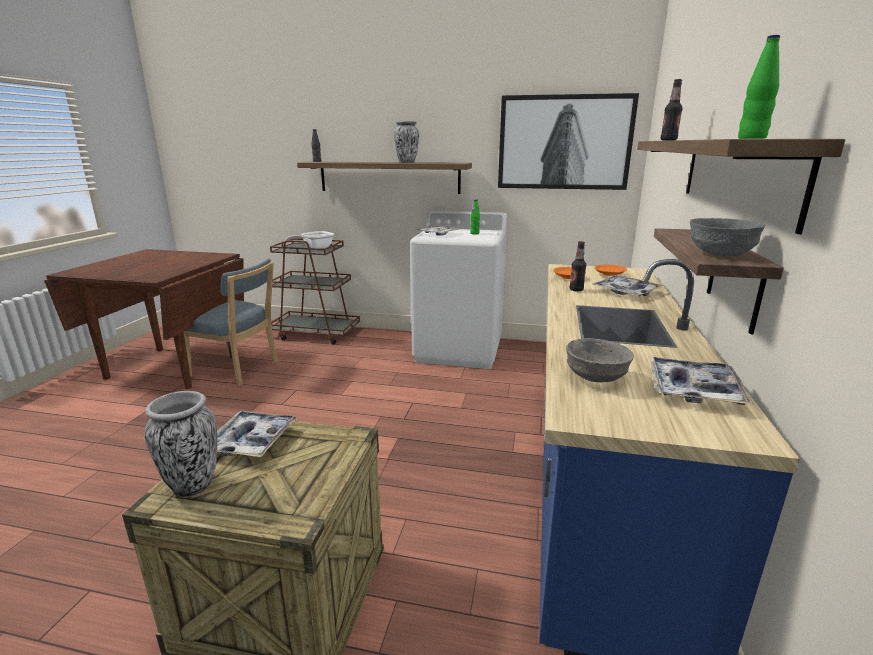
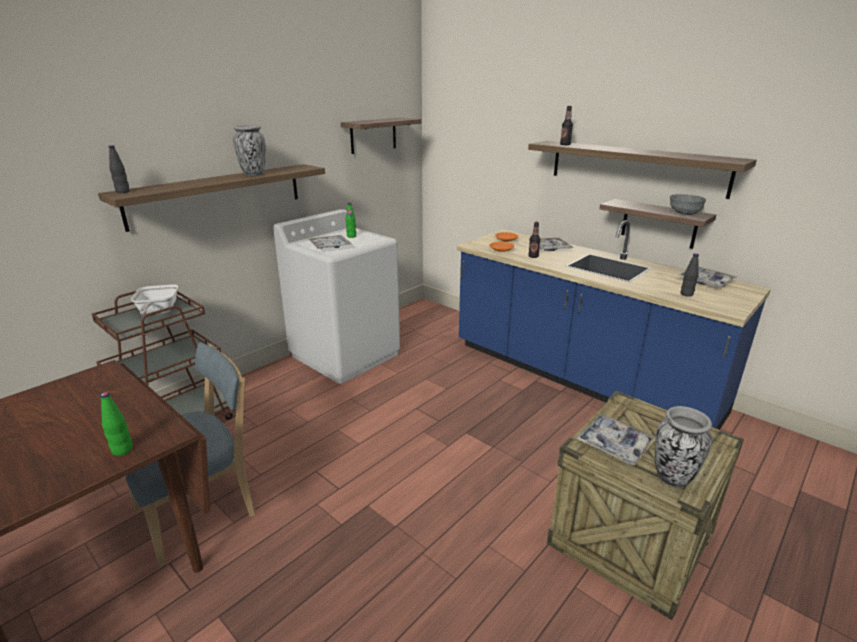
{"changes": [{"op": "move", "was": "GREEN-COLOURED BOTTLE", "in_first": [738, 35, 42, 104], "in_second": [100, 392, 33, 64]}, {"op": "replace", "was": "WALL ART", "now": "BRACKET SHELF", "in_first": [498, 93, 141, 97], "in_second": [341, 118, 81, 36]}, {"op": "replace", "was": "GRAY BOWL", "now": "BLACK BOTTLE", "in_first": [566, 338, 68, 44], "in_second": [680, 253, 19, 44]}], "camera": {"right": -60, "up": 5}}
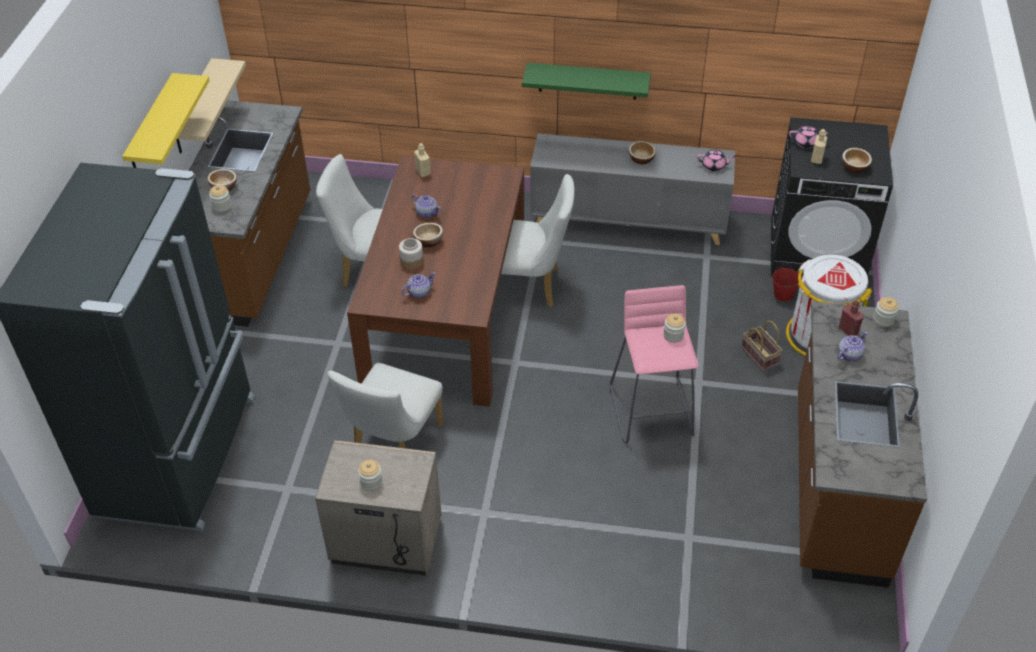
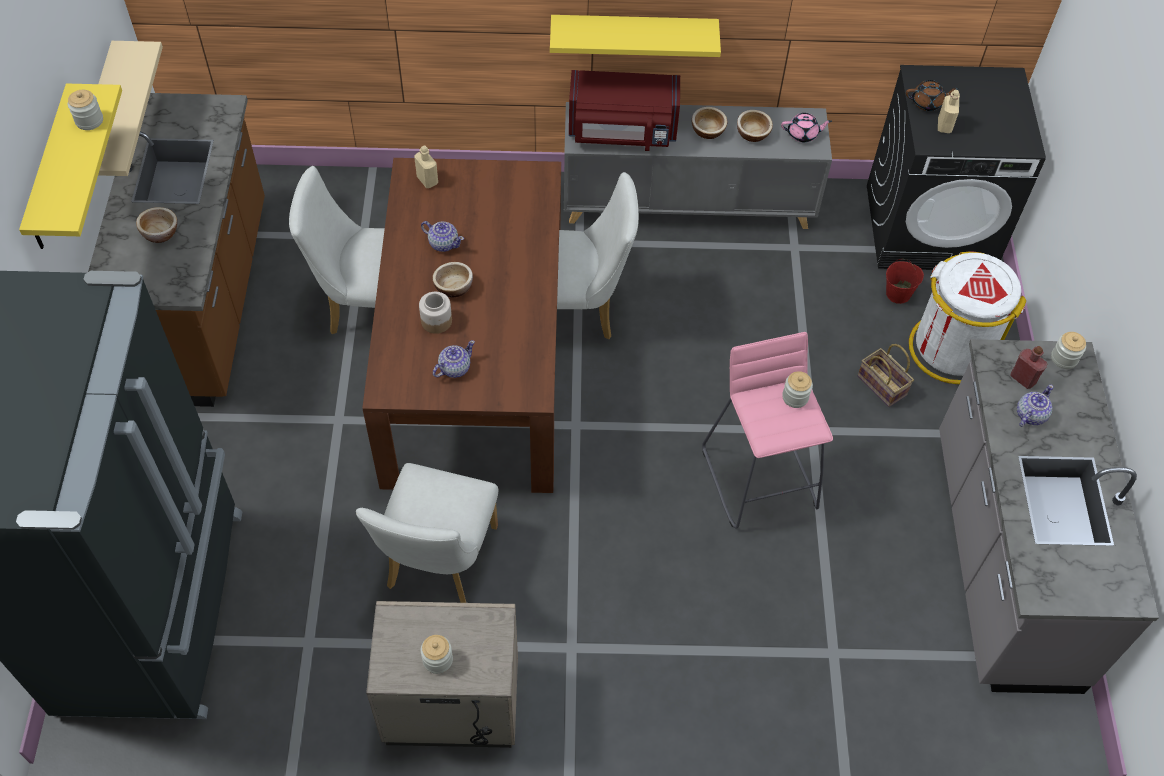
{"changes": [{"op": "insert", "now": "RED MICROWAVE OVEN", "in_second": [569, 70, 111, 81]}, {"op": "move", "was": "JAR", "in_first": [209, 185, 23, 27], "in_second": [68, 90, 35, 40]}, {"op": "move", "was": "BOWL", "in_first": [842, 148, 30, 25], "in_second": [737, 110, 36, 32]}, {"op": "recolor", "was": "GREEN-COLOURED BRACKET SHELF", "now": "YELLOW BRACKET SHELF", "in_first": [522, 63, 129, 37], "in_second": [550, 15, 171, 42]}, {"op": "recolor", "was": "PINK-COLOURED POT FOR TEA", "now": "BROWN POT FOR TEA", "in_first": [789, 126, 41, 22], "in_second": [906, 80, 53, 31]}, {"op": "recolor", "was": "BROWN COUNTER", "now": "GRAY COUNTER", "in_first": [798, 301, 129, 287], "in_second": [939, 339, 220, 355]}], "camera": {"right": -10, "up": 10}}
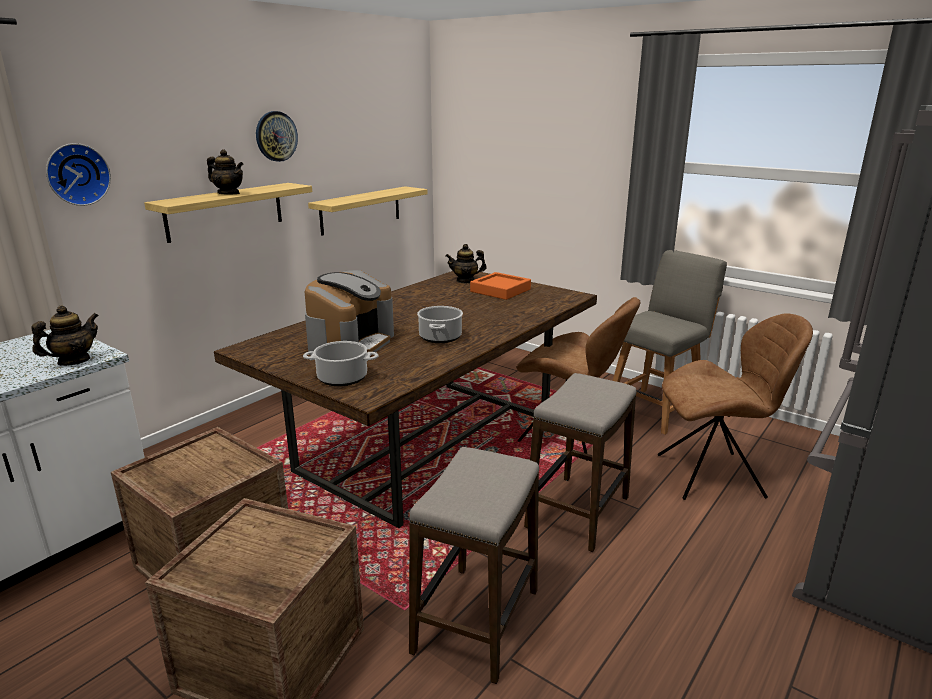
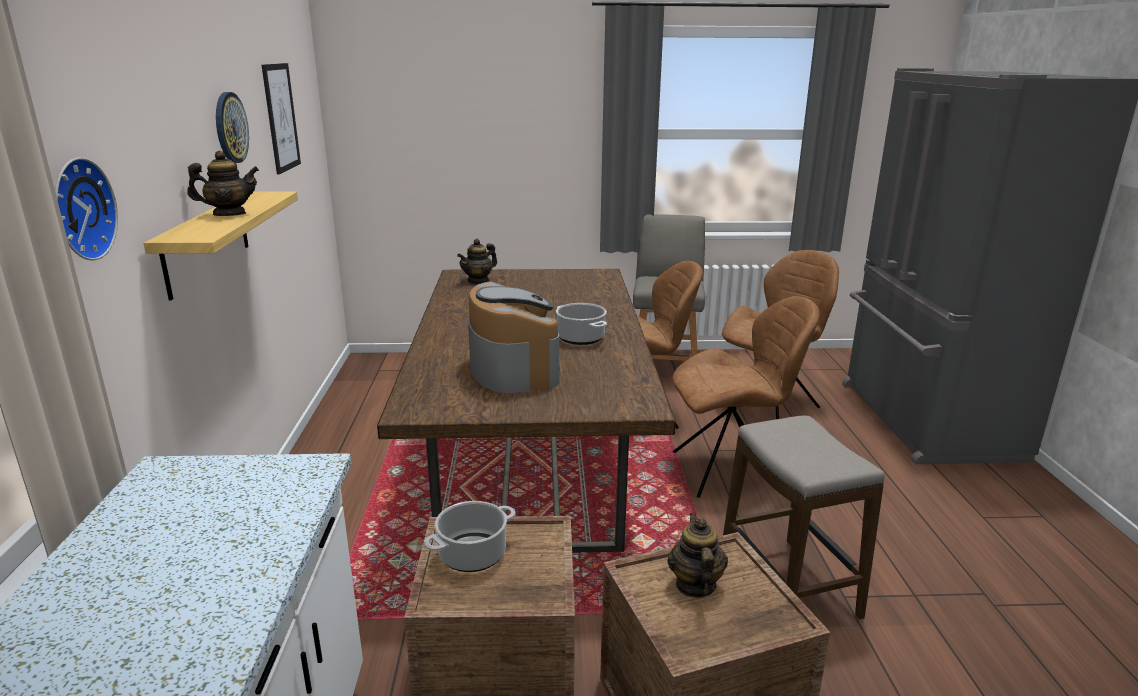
{"changes": [{"op": "delete", "was": "BRACKET SHELF", "in_first": [308, 186, 119, 50]}, {"op": "delete", "was": "ORANGE SERVING TRAY", "in_first": [470, 272, 61, 28]}, {"op": "insert", "now": "WALL ART", "in_second": [262, 63, 39, 112]}, {"op": "move", "was": "POT FOR TEA", "in_first": [31, 305, 68, 61], "in_second": [667, 513, 61, 85]}, {"op": "move", "was": "STOCKPOT", "in_first": [303, 341, 75, 45], "in_second": [424, 501, 92, 71]}, {"op": "replace", "was": "STOOL SEAT", "now": "BROWN UPRIGHT CHAIR", "in_first": [524, 373, 113, 179], "in_second": [672, 296, 148, 202]}], "camera": {"right": -40, "up": 0}}
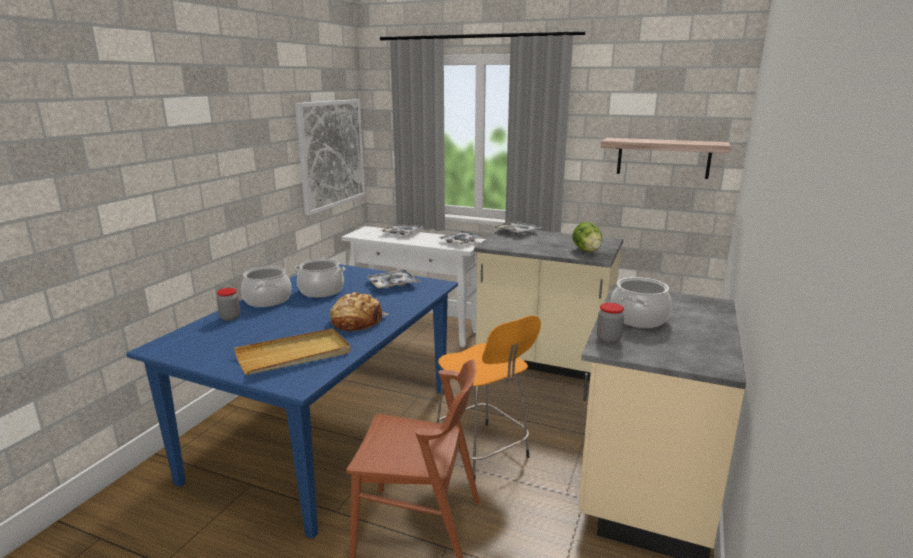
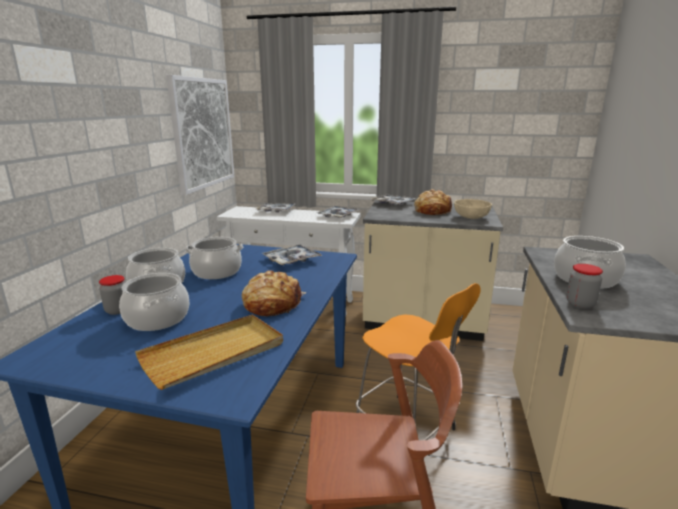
{"changes": [{"op": "delete", "was": "BRACKET SHELF", "in_first": [601, 138, 130, 41]}, {"op": "insert", "now": "STOCKPOT", "in_second": [119, 273, 71, 58]}, {"op": "insert", "now": "BAKED BREAD", "in_second": [414, 189, 39, 26]}, {"op": "replace", "was": "HEAD OF LETTUCE", "now": "BEIGE-COLOURED BOWL", "in_first": [572, 221, 30, 31], "in_second": [454, 199, 38, 20]}], "camera": {"right": -10, "up": 0}}
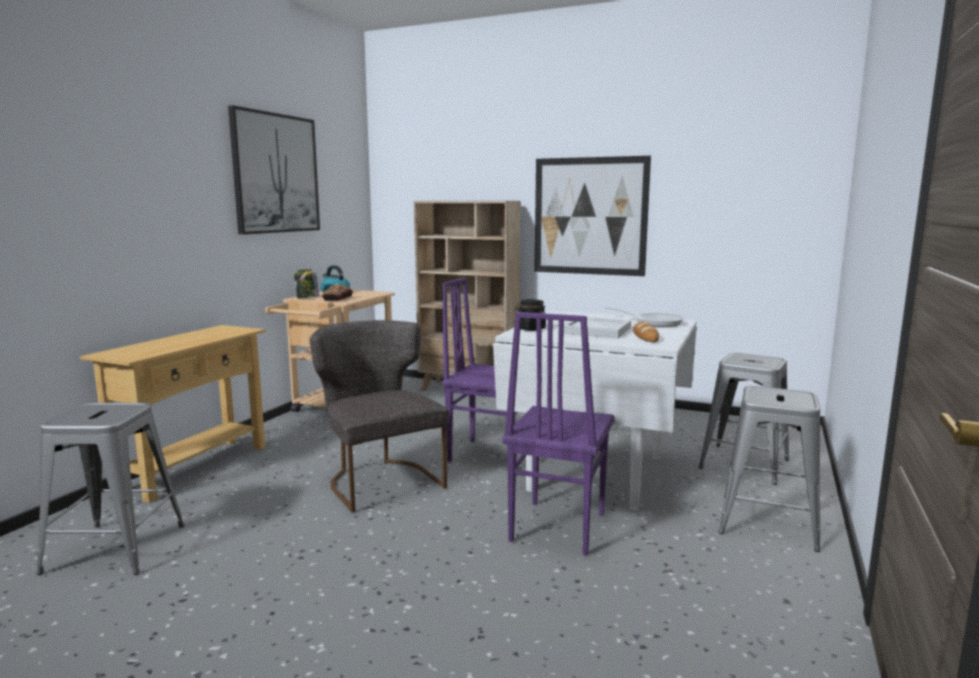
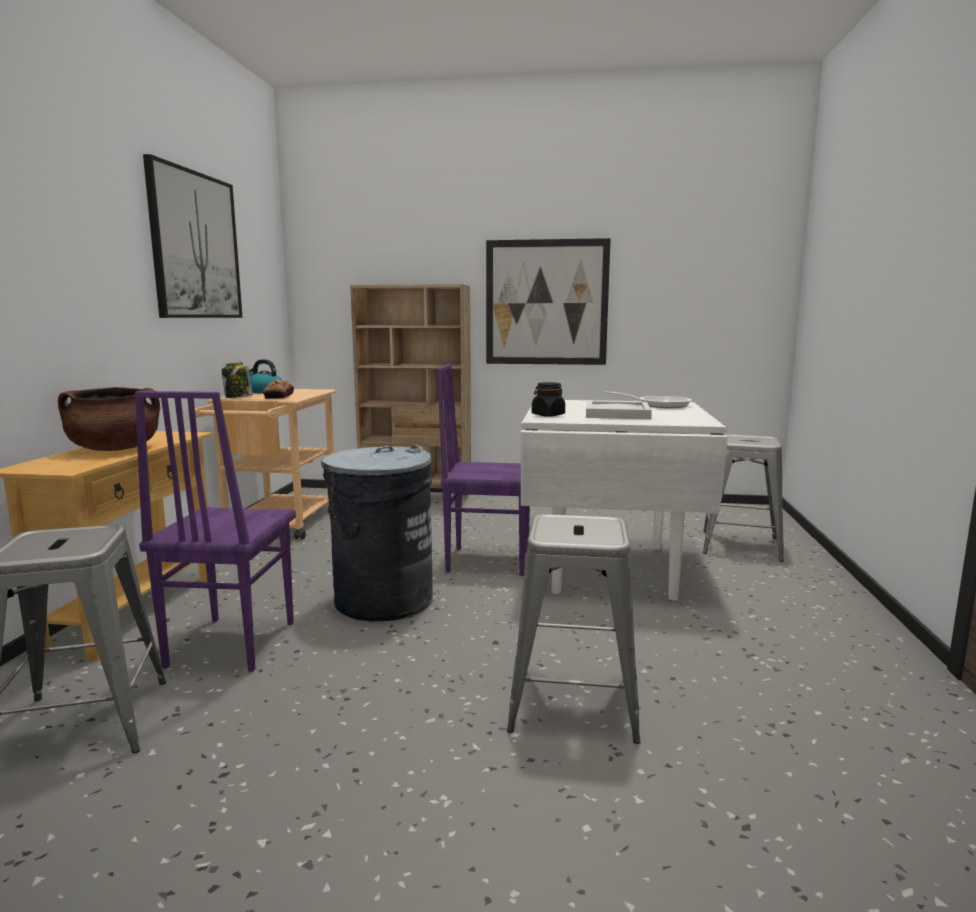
{"changes": [{"op": "delete", "was": "BAKED BREAD", "in_first": [633, 322, 26, 20]}, {"op": "insert", "now": "BROWN STOCKPOT", "in_second": [58, 387, 102, 64]}, {"op": "move", "was": "PURPLE-COLOURED UPRIGHT CHAIR", "in_first": [502, 312, 113, 244], "in_second": [135, 391, 161, 281]}, {"op": "move", "was": "GRAY STOOL SEAT", "in_first": [719, 386, 101, 166], "in_second": [507, 514, 134, 230]}, {"op": "replace", "was": "GRAY UPRIGHT CHAIR", "now": "GRAY TRASH CAN", "in_first": [310, 320, 139, 193], "in_second": [321, 445, 112, 177]}], "camera": {"right": -15, "up": 0}}
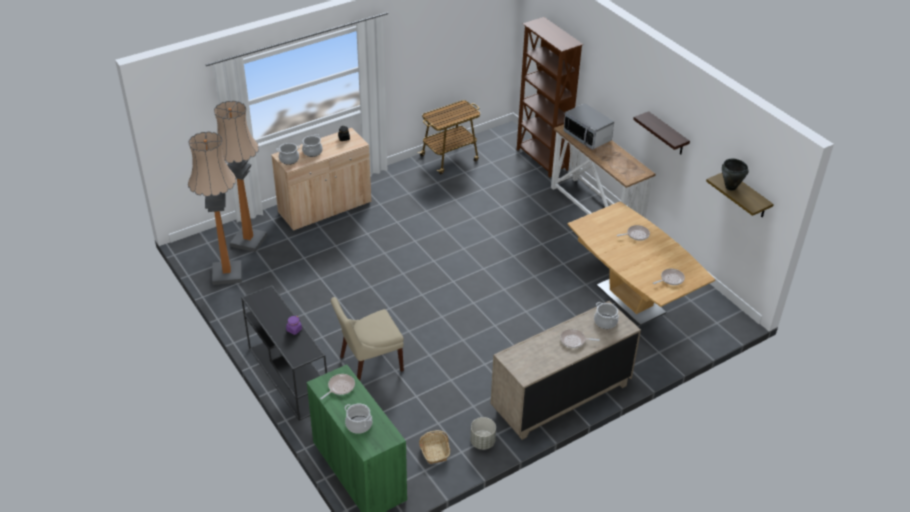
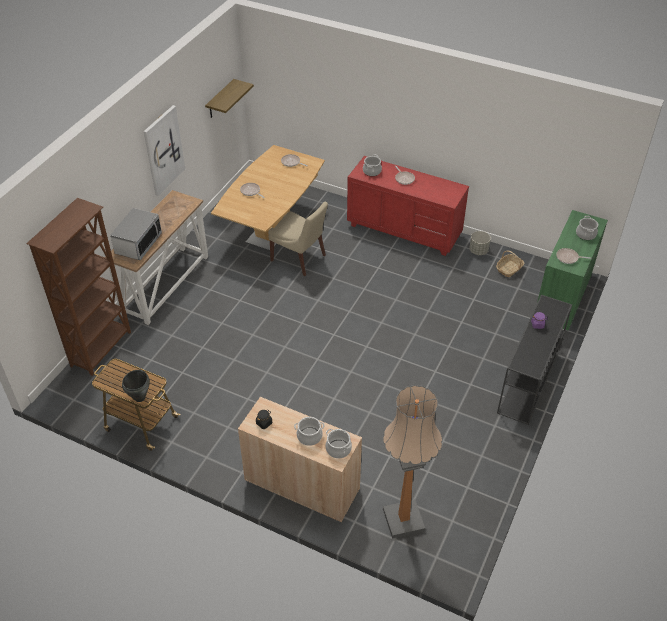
{"changes": [{"op": "delete", "was": "FLOOR LAMP", "in_first": [188, 131, 54, 154]}, {"op": "move", "was": "BEIGE-COLOURED UPRIGHT CHAIR", "in_first": [331, 297, 73, 84], "in_second": [268, 201, 60, 75]}, {"op": "move", "was": "BLACK STOCKPOT", "in_first": [722, 159, 27, 32], "in_second": [122, 370, 28, 32]}, {"op": "replace", "was": "BRACKET SHELF", "now": "WALL ART", "in_first": [633, 111, 57, 43], "in_second": [144, 105, 41, 91]}, {"op": "recolor", "was": "BEIGE-COLOURED CHEST OF DRAWERS", "now": "RED CHEST OF DRAWERS", "in_first": [491, 301, 150, 139], "in_second": [347, 156, 122, 100]}], "camera": {"right": -120, "up": 5}}
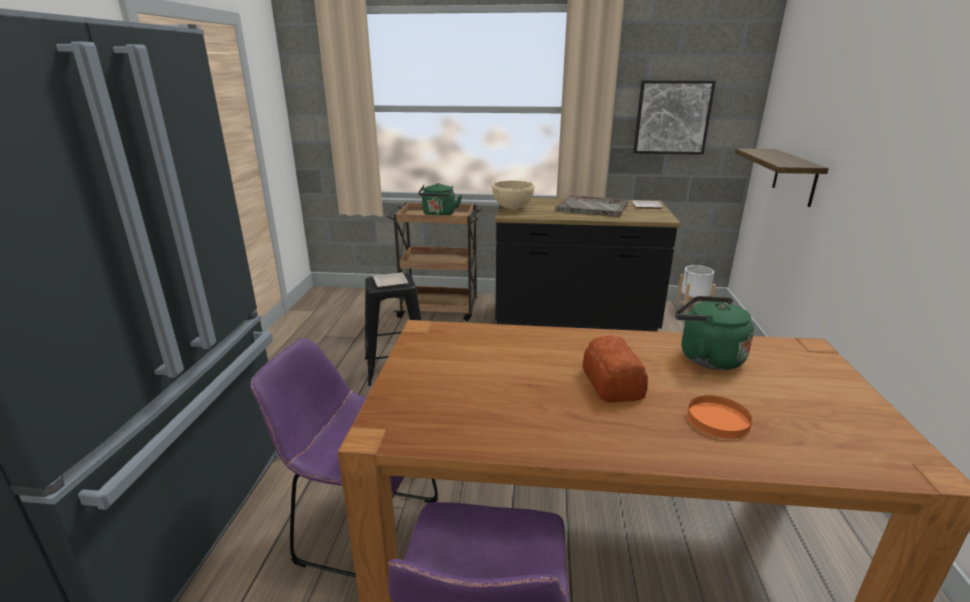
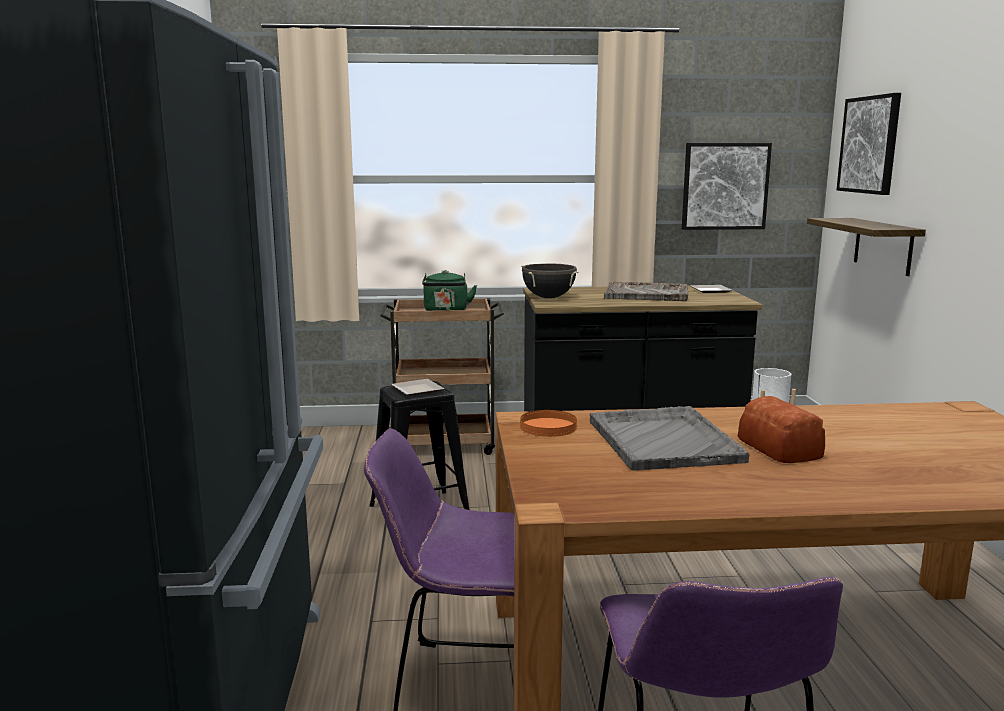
{"changes": [{"op": "delete", "was": "GREEN-COLOURED WATER KETTLE", "in_first": [675, 296, 79, 74]}, {"op": "insert", "now": "GRAY SERVING TRAY", "in_second": [590, 406, 160, 65]}, {"op": "insert", "now": "WALL ART", "in_second": [837, 93, 64, 102]}, {"op": "move", "was": "ORANGE PLATE", "in_first": [687, 395, 65, 44], "in_second": [520, 410, 57, 27]}, {"op": "recolor", "was": "BEIGE-COLOURED STOCKPOT", "now": "BLACK STOCKPOT", "in_first": [492, 180, 43, 29], "in_second": [521, 263, 58, 35]}], "camera": {"right": -10, "up": -10}}
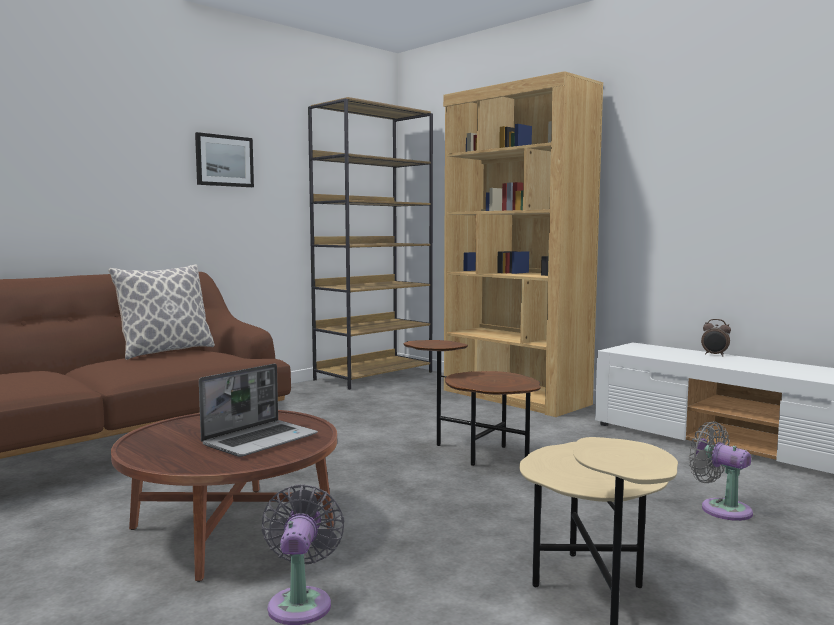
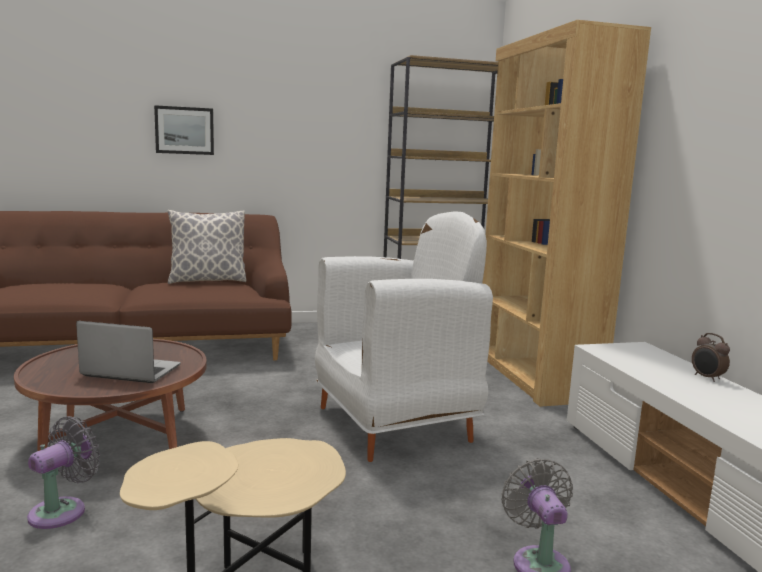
{"changes": [{"op": "move", "was": "WALL ART", "in_first": [195, 132, 59, 55], "in_second": [154, 105, 60, 50]}, {"op": "replace", "was": "BROWN END TABLE", "now": "WHITISH EASY CHAIR", "in_first": [404, 340, 137, 126], "in_second": [315, 211, 178, 251]}, {"op": "rotate", "was": "PORTABLE COMPUTER", "in_first": [199, 364, 119, 93], "in_second": [76, 321, 105, 62], "clockwise": -150}], "camera": {"right": 30, "up": 5}}
